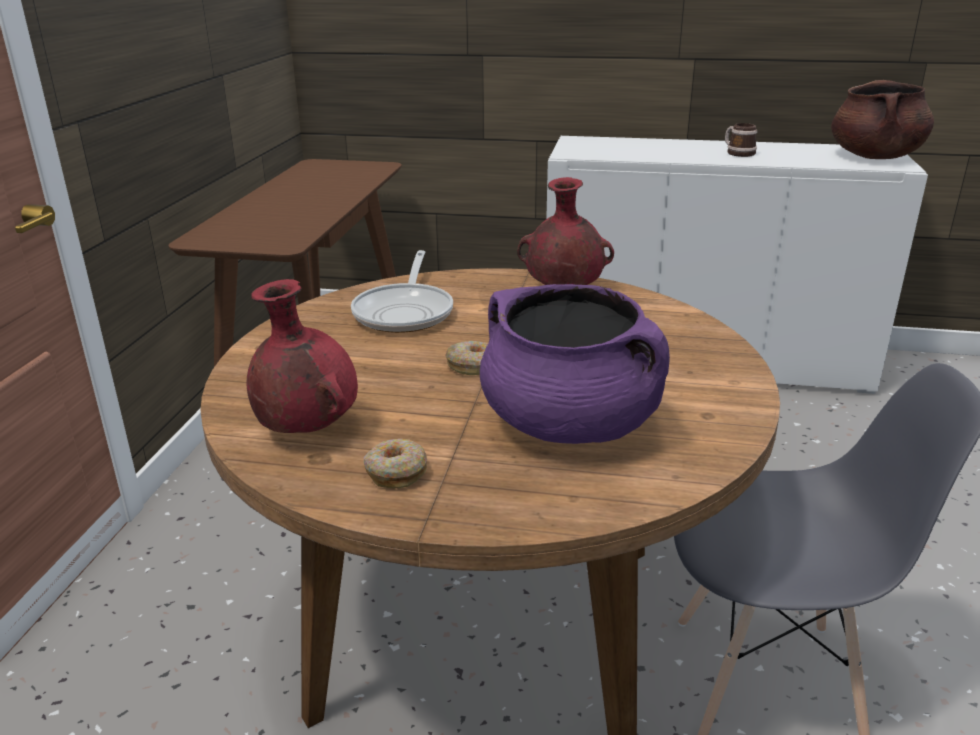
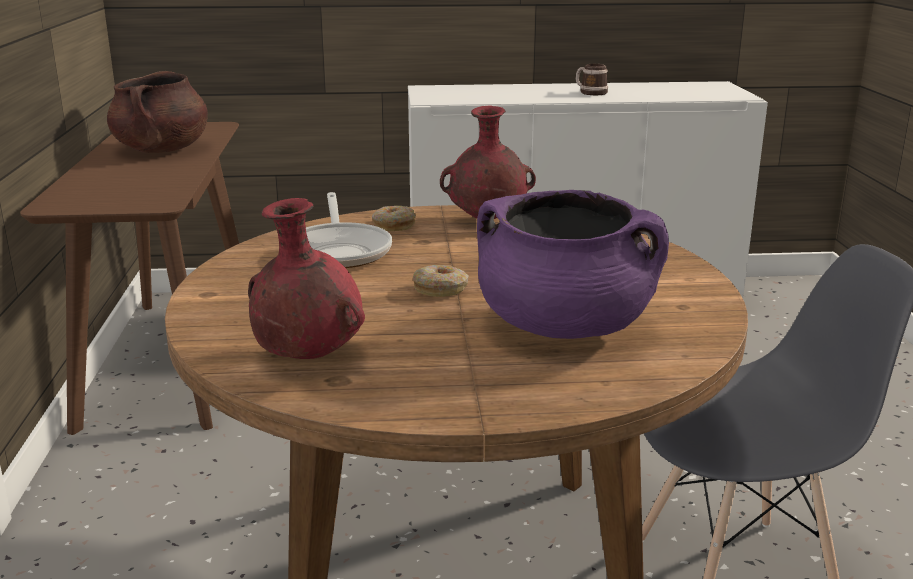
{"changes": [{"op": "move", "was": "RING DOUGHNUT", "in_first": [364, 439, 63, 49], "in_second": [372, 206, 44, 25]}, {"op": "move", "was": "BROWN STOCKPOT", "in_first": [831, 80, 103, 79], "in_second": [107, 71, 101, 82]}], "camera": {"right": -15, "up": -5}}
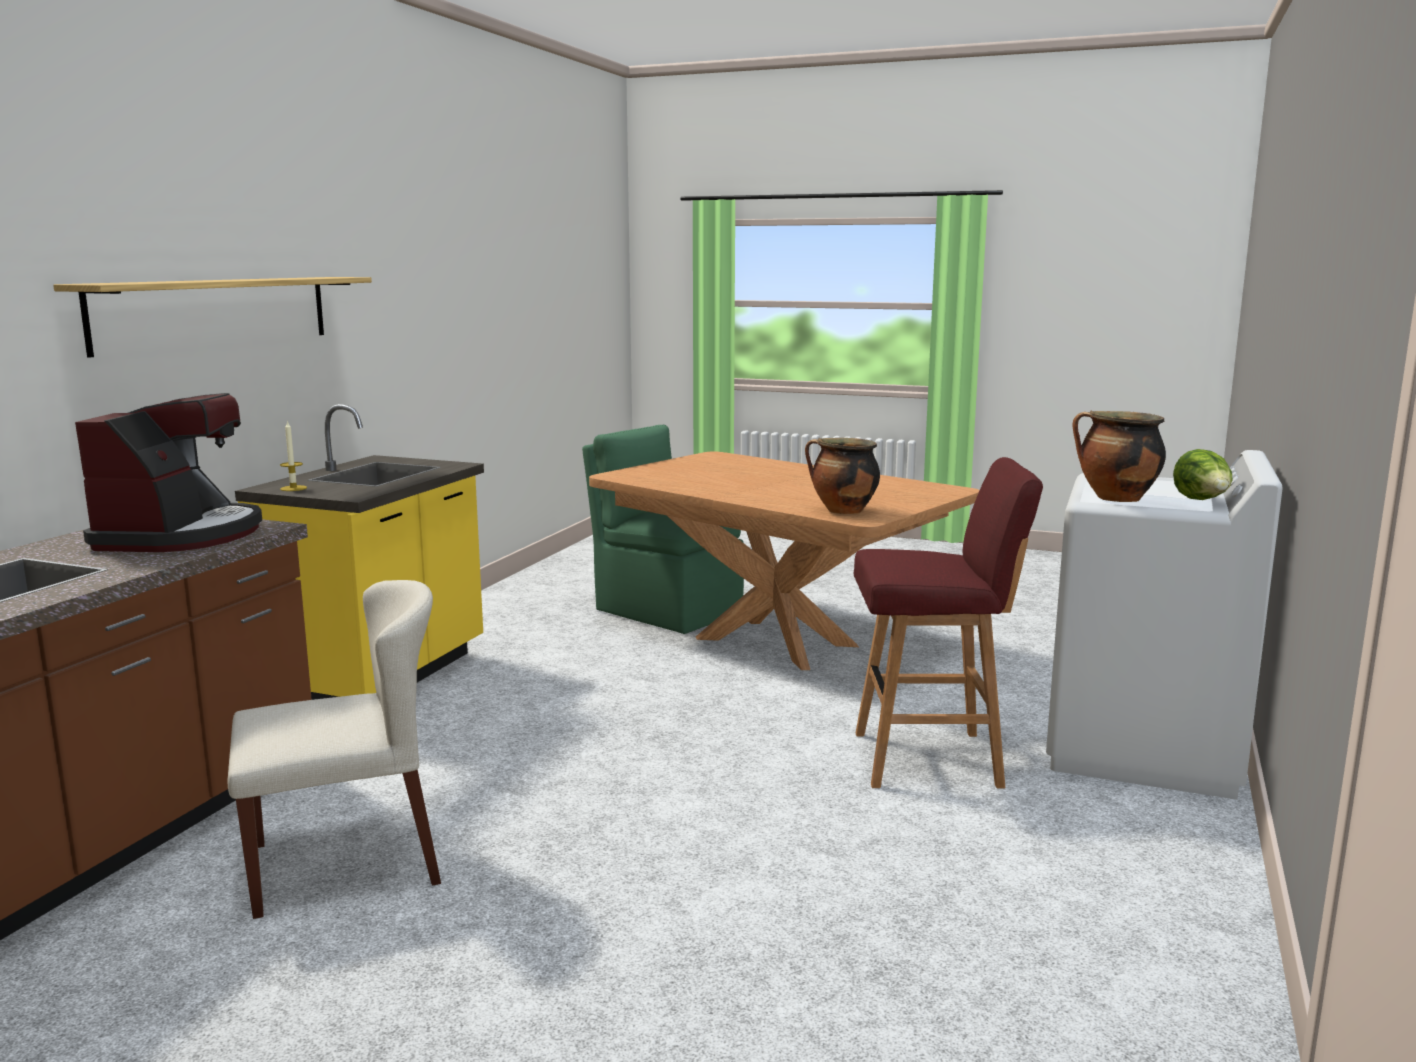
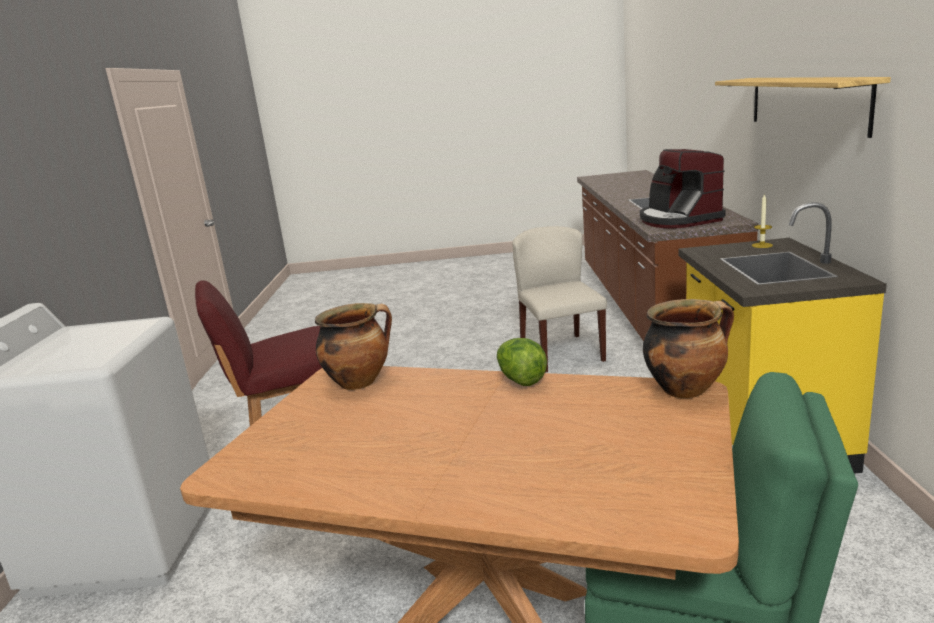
{"changes": [{"op": "move", "was": "STOCKPOT", "in_first": [1073, 411, 93, 91], "in_second": [643, 299, 91, 99]}, {"op": "move", "was": "HEAD OF LETTUCE", "in_first": [1173, 449, 60, 51], "in_second": [497, 338, 50, 48]}, {"op": "rotate", "was": "BEIGE-COLOURED UPRIGHT CHAIR", "in_first": [228, 580, 213, 339], "in_second": [512, 226, 95, 147], "clockwise": 120}], "camera": {"right": 160, "up": 5}}
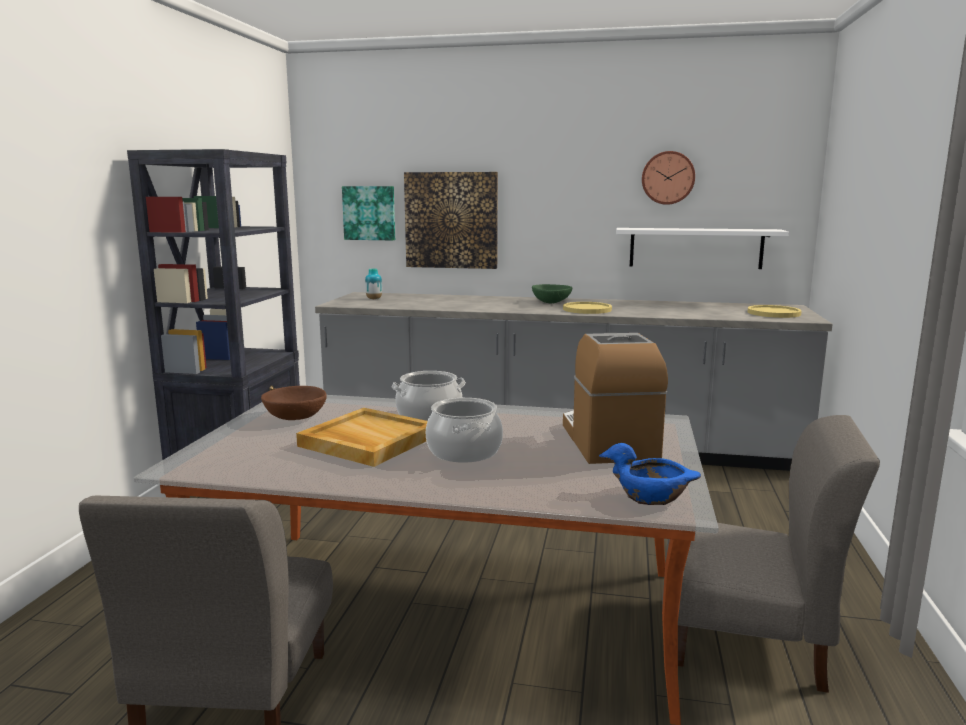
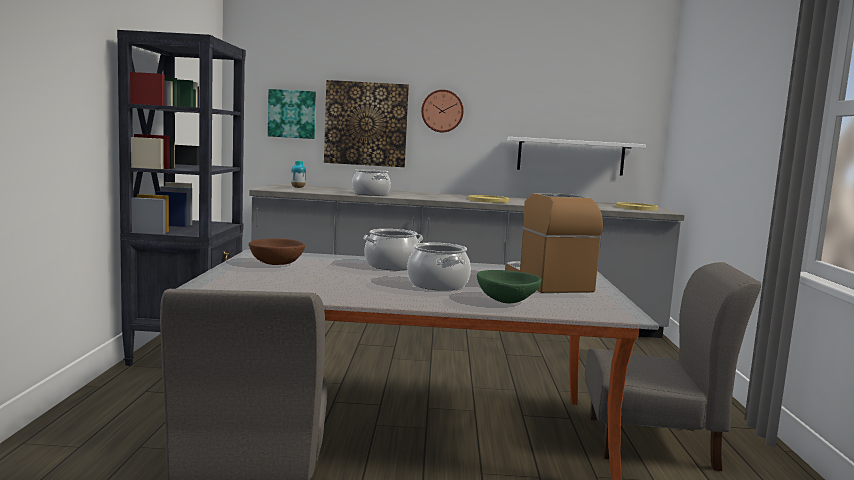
{"changes": [{"op": "delete", "was": "BEIGE-COLOURED SERVING TRAY", "in_first": [296, 408, 131, 59]}, {"op": "delete", "was": "BLUE-COLOURED BOWL", "in_first": [599, 443, 102, 62]}, {"op": "insert", "now": "STOCKPOT", "in_second": [352, 169, 39, 27]}, {"op": "move", "was": "GREEN-COLOURED BOWL", "in_first": [532, 284, 40, 19], "in_second": [477, 270, 65, 33]}, {"op": "move", "was": "WALL CLOCK", "in_first": [642, 151, 53, 54], "in_second": [421, 90, 43, 43]}], "camera": {"right": -10, "up": -5}}
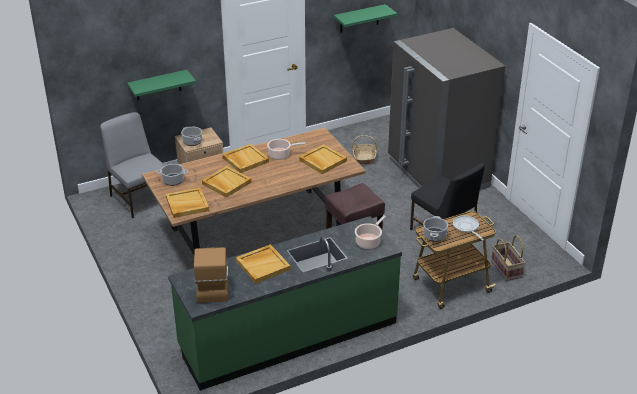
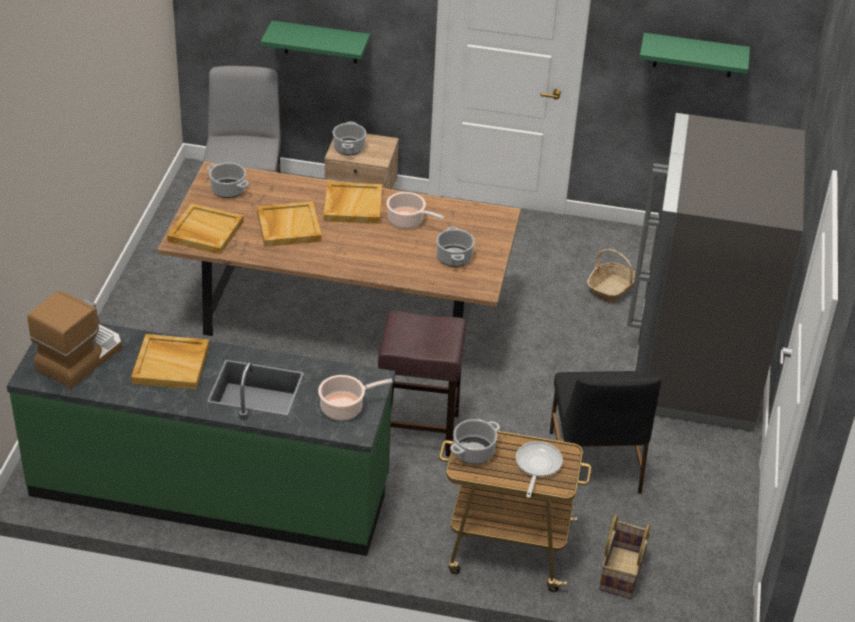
{"changes": [{"op": "replace", "was": "BEIGE-COLOURED SERVING TRAY", "now": "STOCKPOT", "in_first": [299, 144, 48, 30], "in_second": [436, 227, 39, 40]}], "camera": {"right": 35, "up": 5}}
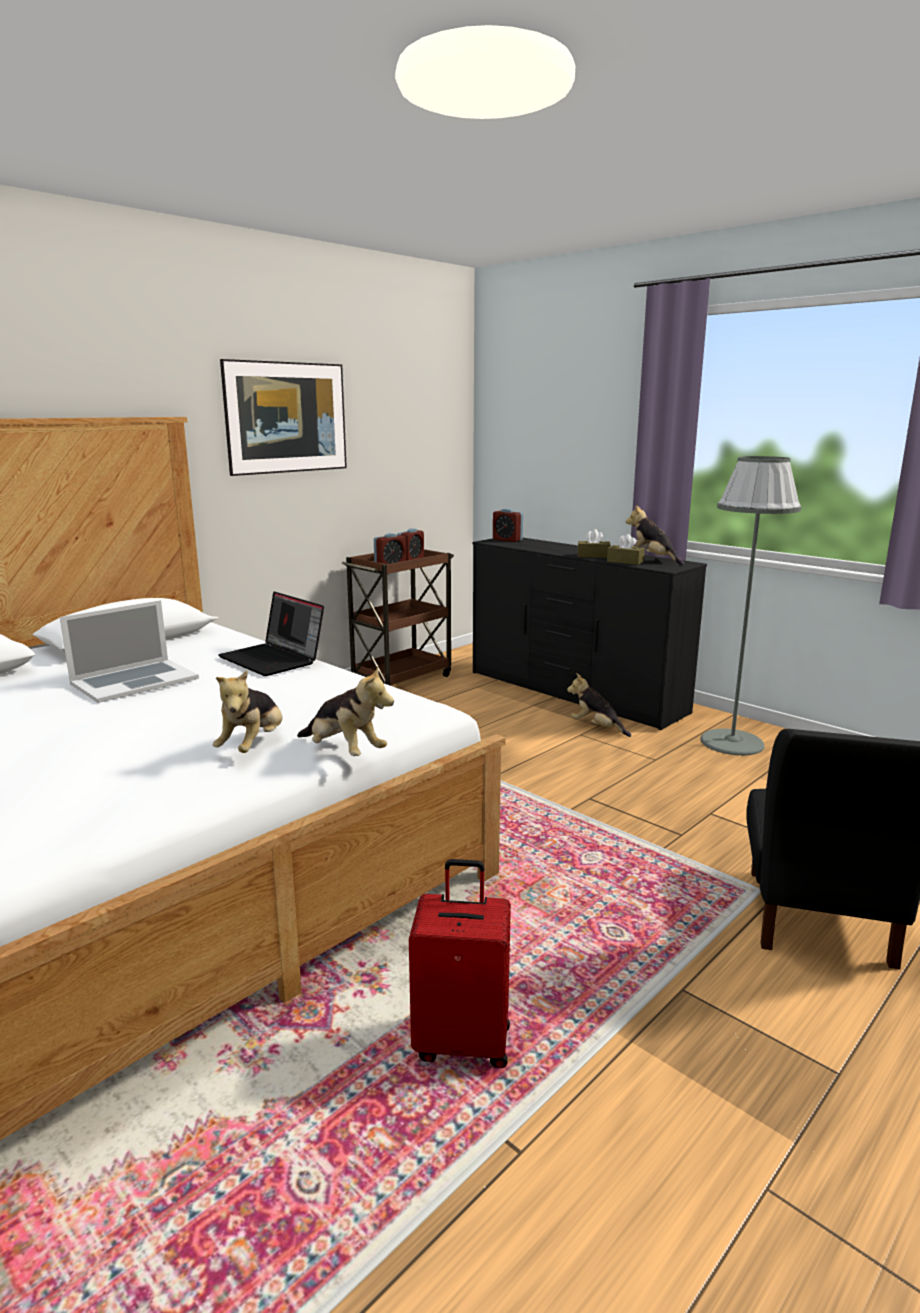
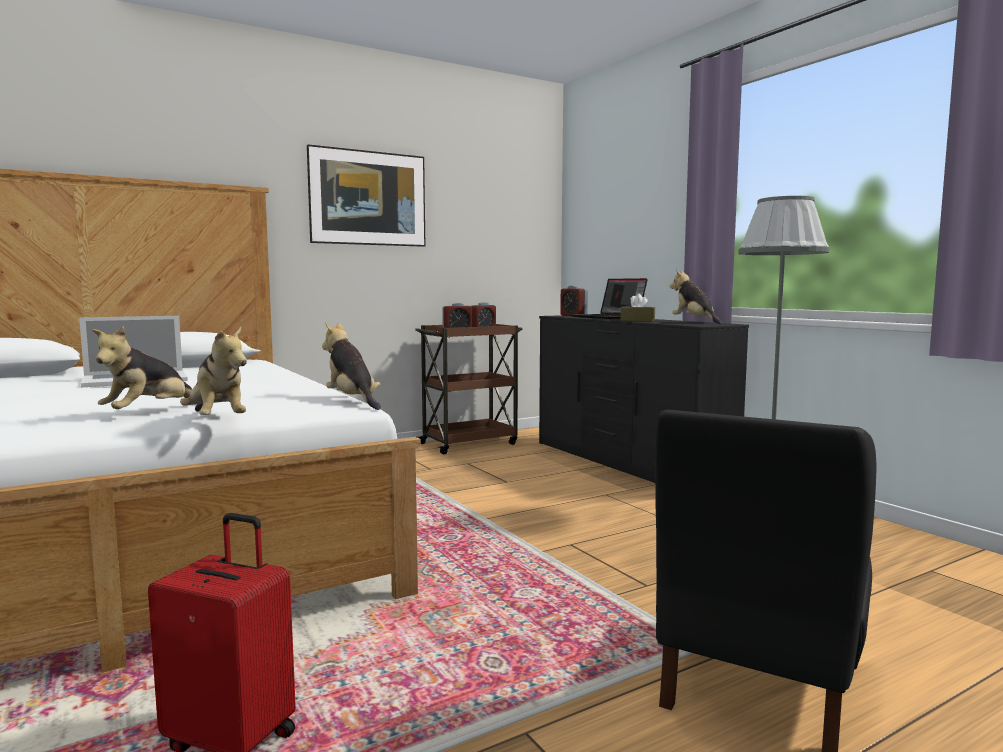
{"changes": [{"op": "delete", "was": "BROWN TISSUE HOLDER", "in_first": [607, 534, 38, 31]}, {"op": "move", "was": "PORTABLE COMPUTER", "in_first": [218, 591, 106, 85], "in_second": [572, 278, 76, 41]}, {"op": "move", "was": "CUDDLY TOY", "in_first": [567, 673, 64, 64], "in_second": [322, 322, 59, 88]}], "camera": {"right": 15, "up": -10}}
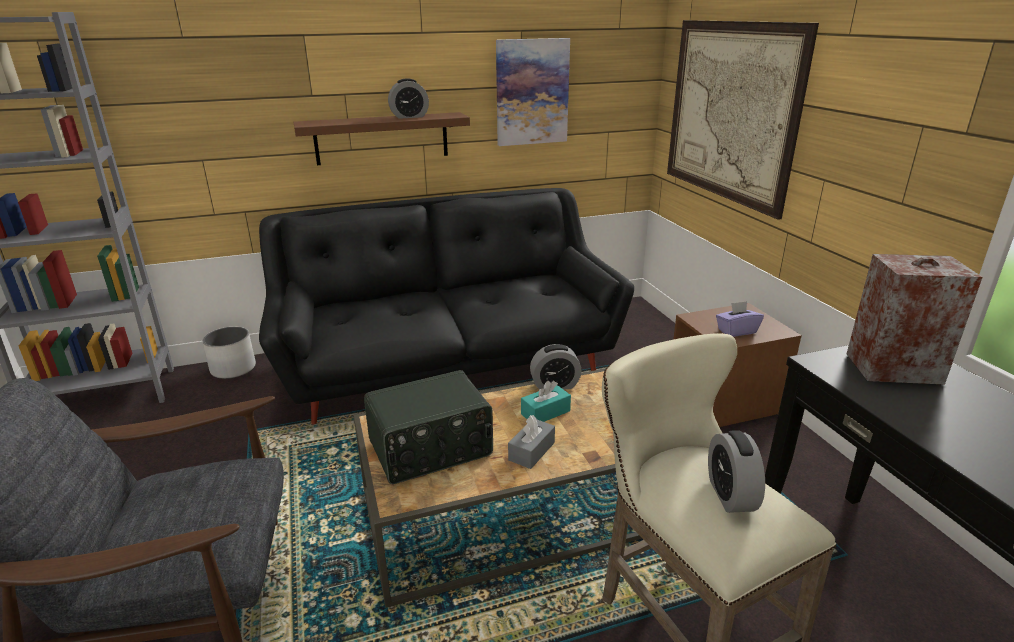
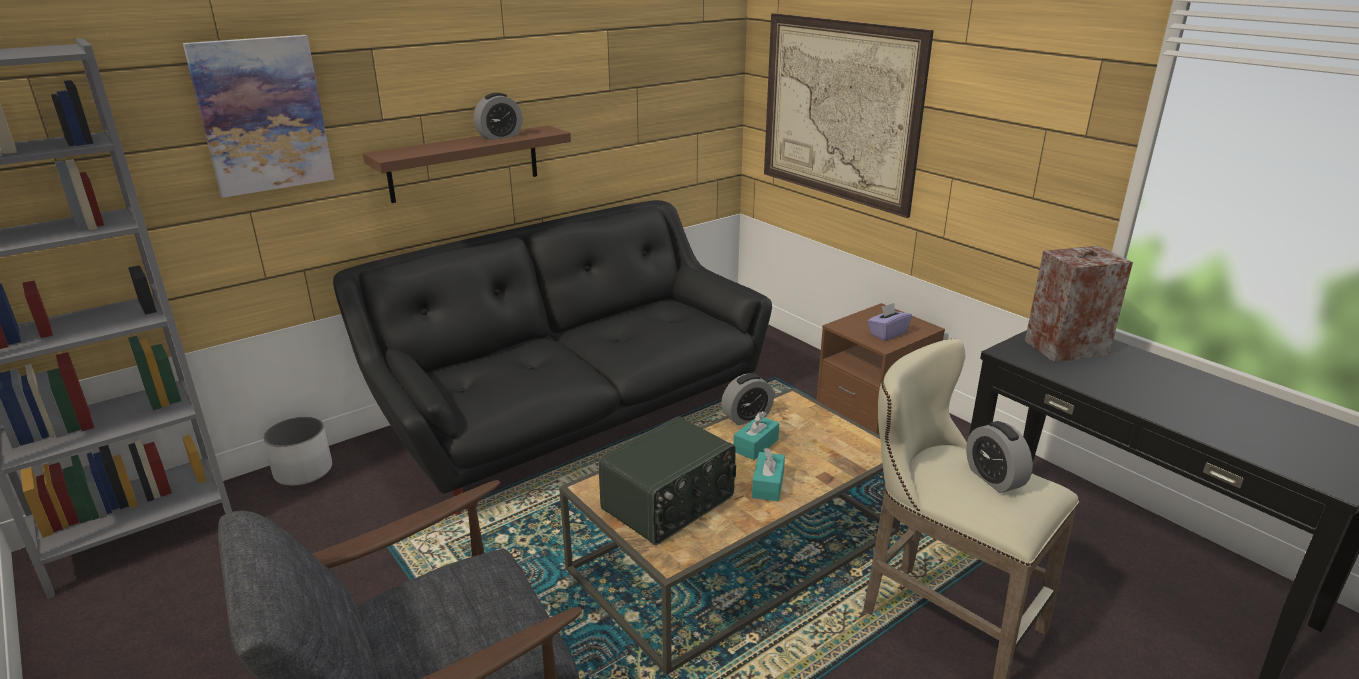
{"changes": [{"op": "move", "was": "WALL ART", "in_first": [496, 38, 74, 108], "in_second": [183, 35, 151, 163]}, {"op": "recolor", "was": "GRAY TISSUE HOLDER", "now": "BLUE-GREEN TISSUE HOLDER", "in_first": [508, 415, 47, 54], "in_second": [752, 448, 33, 53]}], "camera": {"right": -20, "up": 0}}
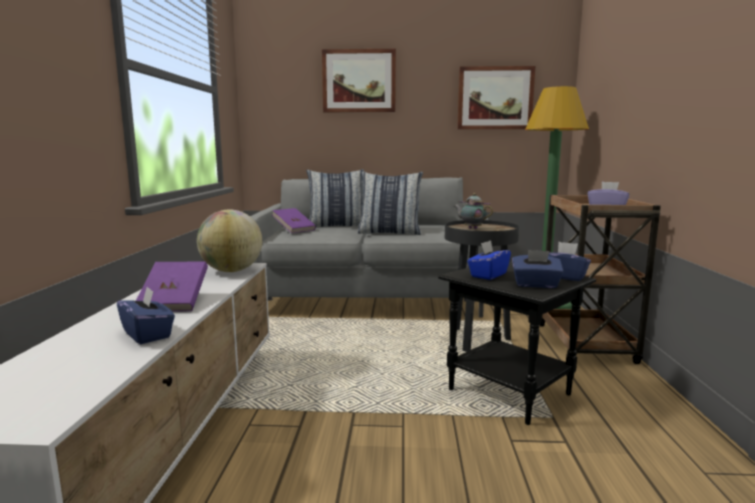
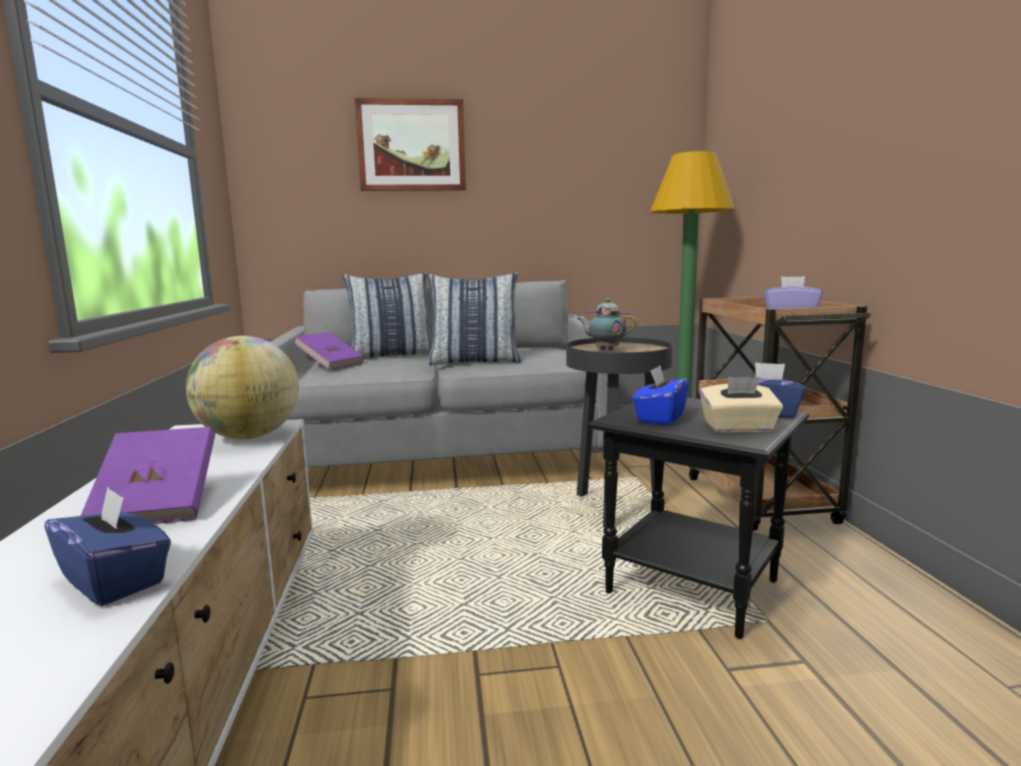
{"changes": [{"op": "delete", "was": "WALL ART", "in_first": [457, 66, 78, 64]}, {"op": "recolor", "was": "BLUE-COLOURED TISSUE HOLDER", "now": "BEIGE-COLOURED TISSUE HOLDER", "in_first": [512, 250, 52, 38], "in_second": [700, 377, 83, 56]}], "camera": {"right": -10, "up": 0}}
